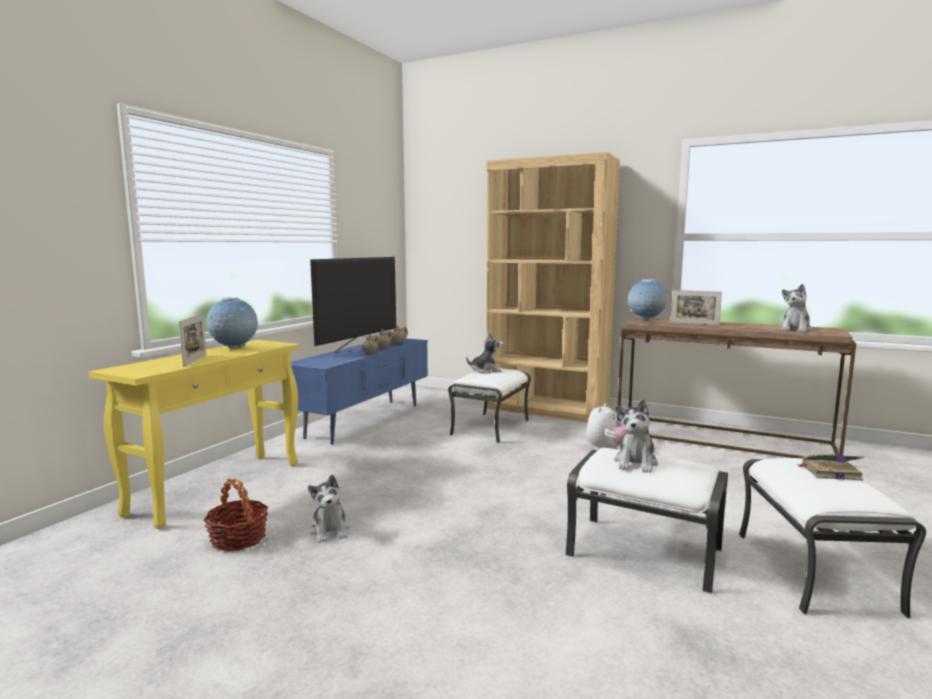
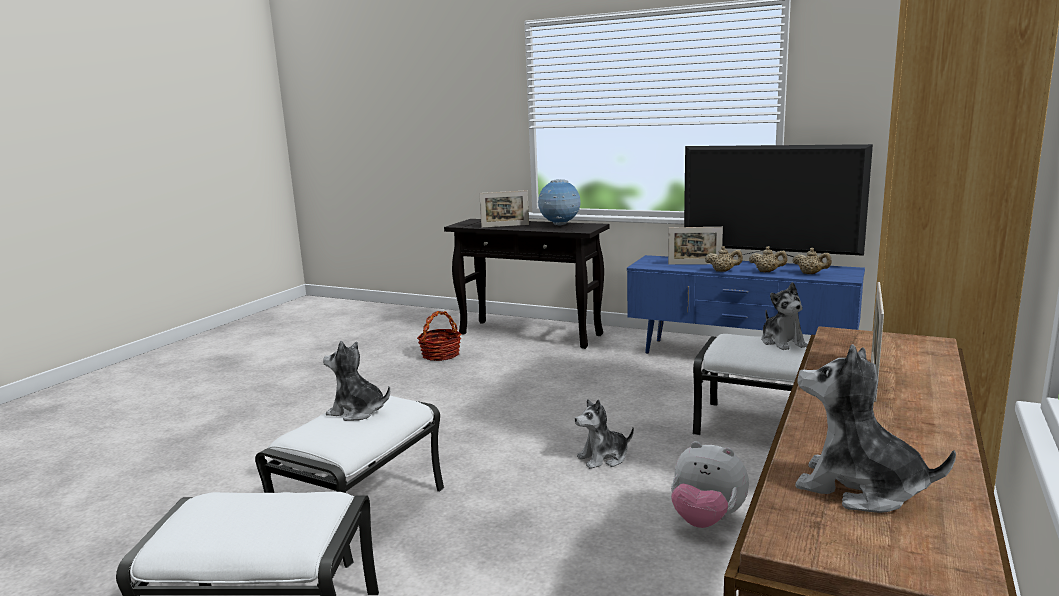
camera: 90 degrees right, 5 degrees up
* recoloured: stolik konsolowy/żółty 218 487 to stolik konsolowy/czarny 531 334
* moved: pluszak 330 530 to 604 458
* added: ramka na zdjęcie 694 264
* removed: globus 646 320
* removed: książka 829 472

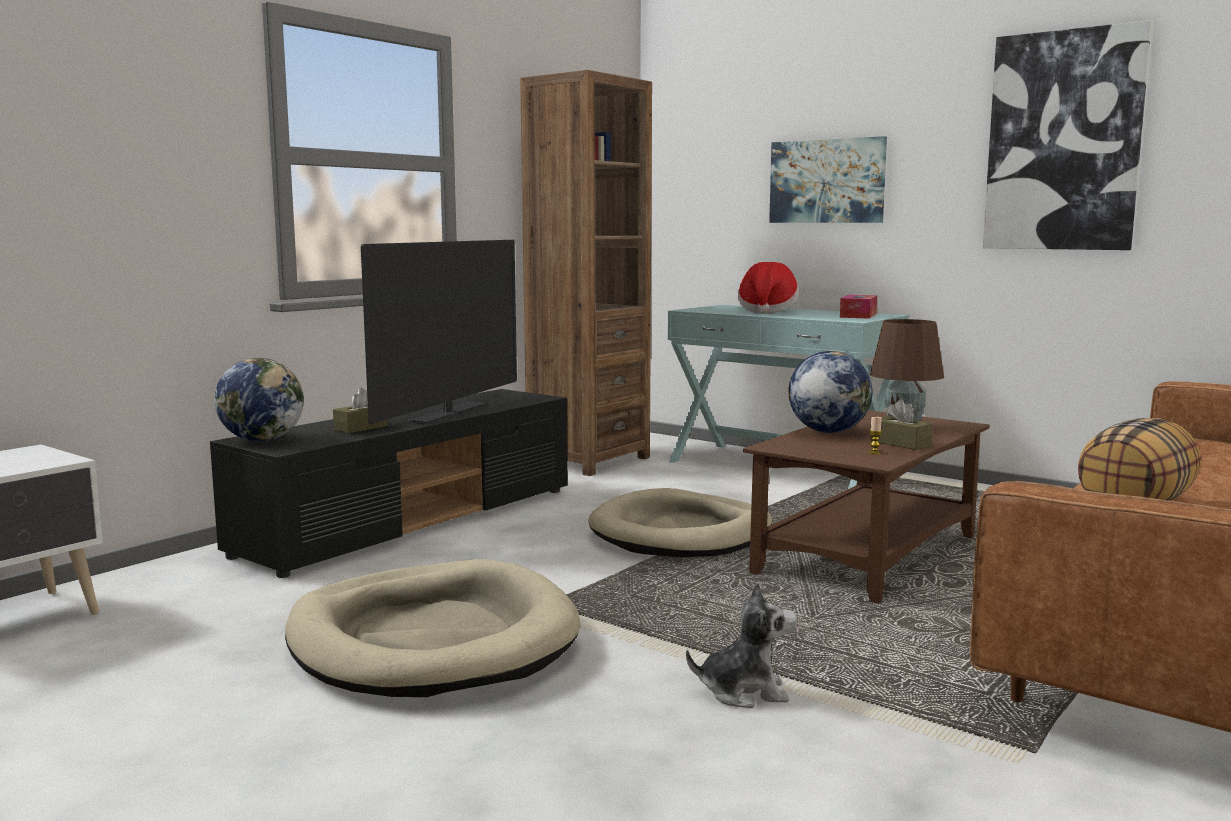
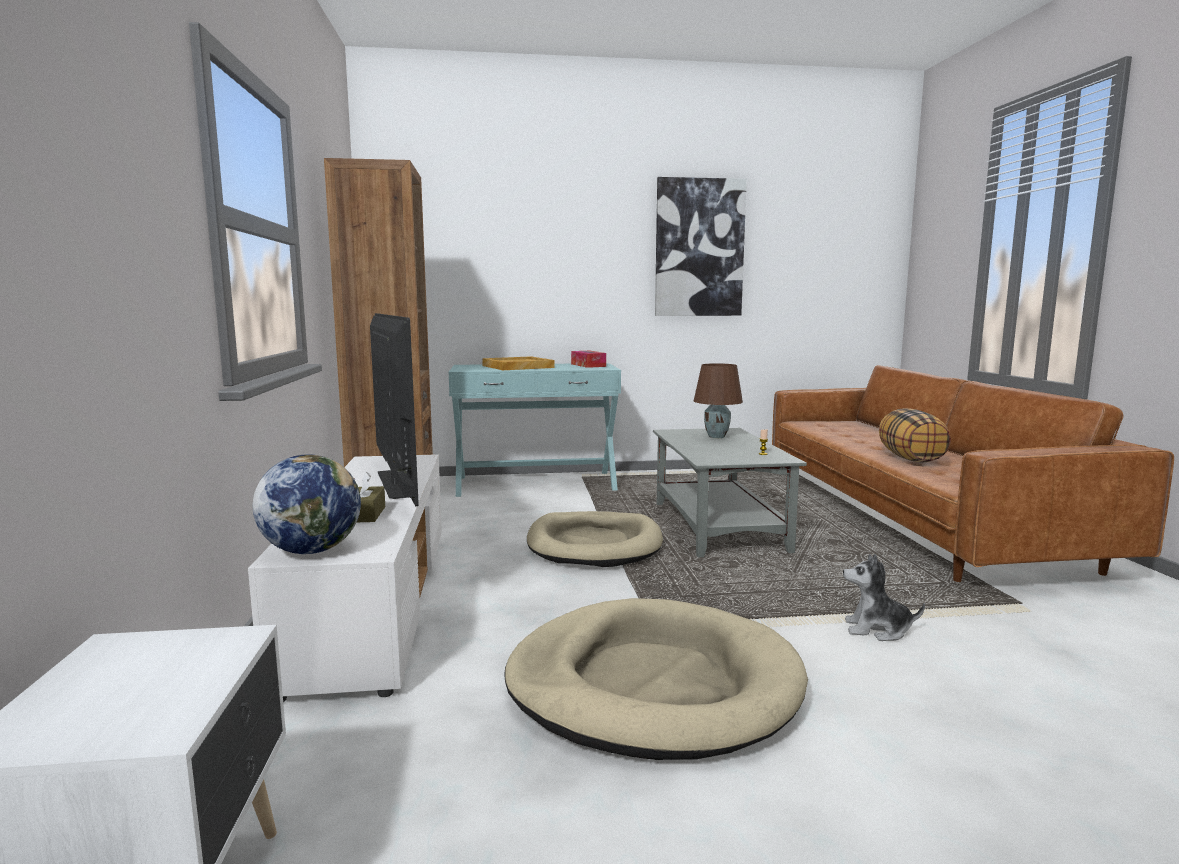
camera: 45 degrees left, 0 degrees up
* recoloured: szafka pod telewizor/czarny 413 520 to szafka pod telewizor/biały 374 599
* replaced: kapelusz 767 311 to taca/beżowy 517 367
* recoloured: ława/brązowy 867 556 to ława/szary 719 527
* turned: pluszak 744 692 = 877 630 120 degrees counterclockwise
* removed: obraz 827 181
* removed: globus 828 432
* removed: pudełko chusteczek/brązowy 900 443

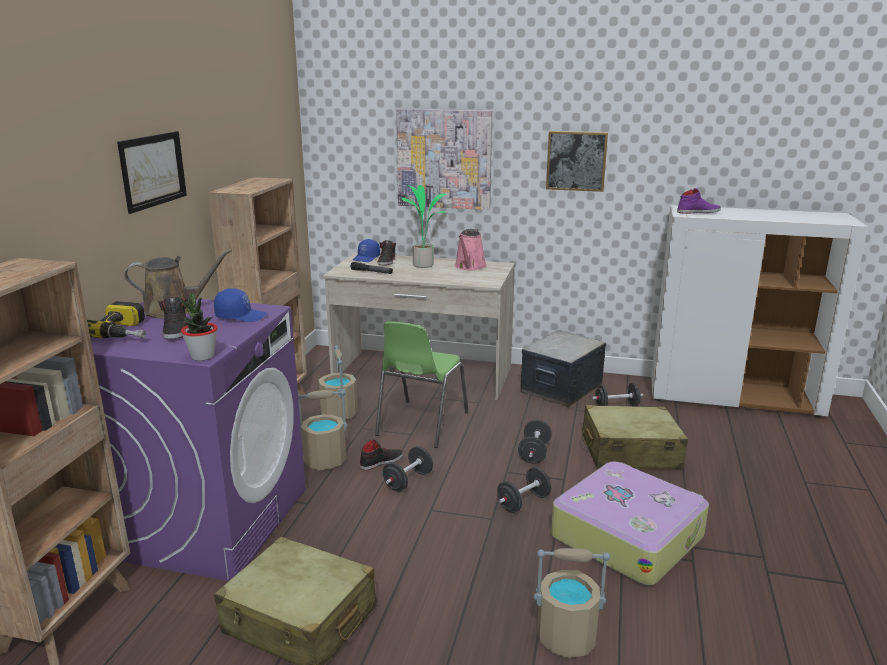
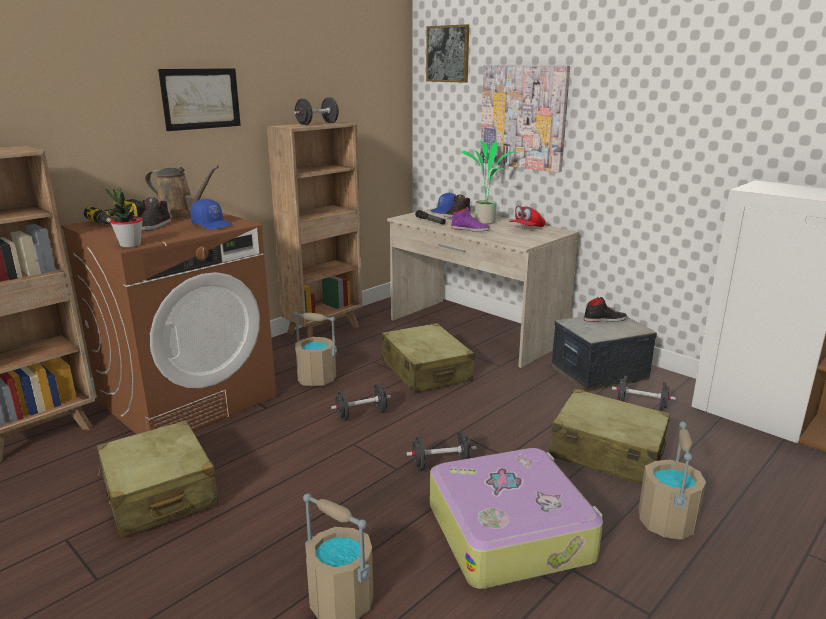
camera: 30 degrees right, 0 degrees up
* recoloured: pralka/fioletowy 209 520 to pralka/brązowy 188 399
* moved: hantel/czarny 534 453 to 317 124
* replaced: krzesło/zielony 420 424 to walizka/beżowy 425 371
* moved: obraz 576 161 to 448 54
* moved: but/fioletowy 698 212 to 470 229
* replaced: konewka/różowy 469 267 to czapka z daszkiem/czerwony 527 229
* moved: but/czarny 381 462 to 604 319
* moved: wiadro/beżowy 339 413 to 667 522

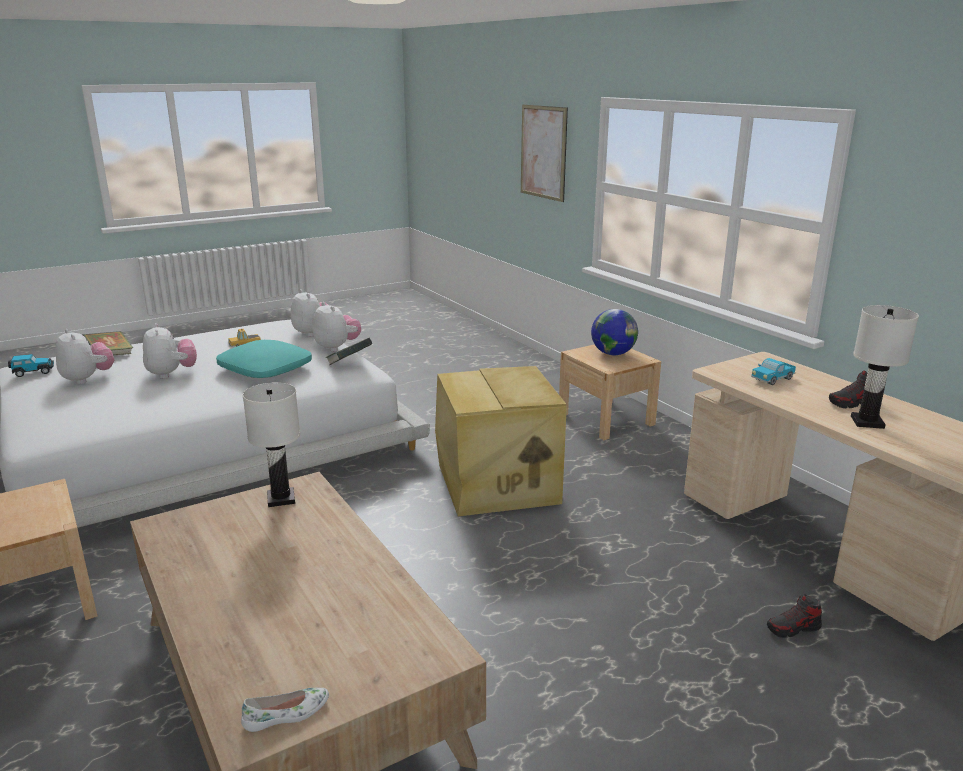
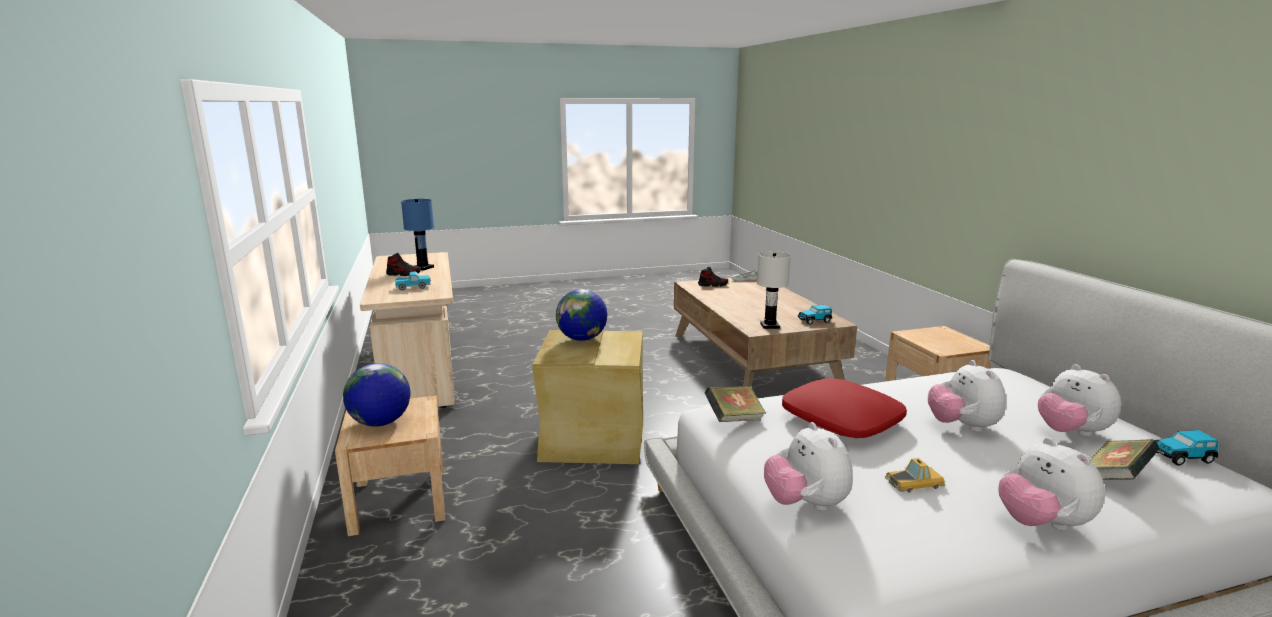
camera: 165 degrees left, 5 degrees down
* recoloured: lampa stołowa/biały 867 422 to lampa stołowa/niebieski 422 268
* added: globus 582 339
* moved: but 793 628 to 713 285
* recoloured: poduszka/turkusowy 265 370 to poduszka/czerwony 842 420
* added: samochodzik 815 321
* moved: pluszak 337 347 to 1041 524
* removed: obraz 543 152

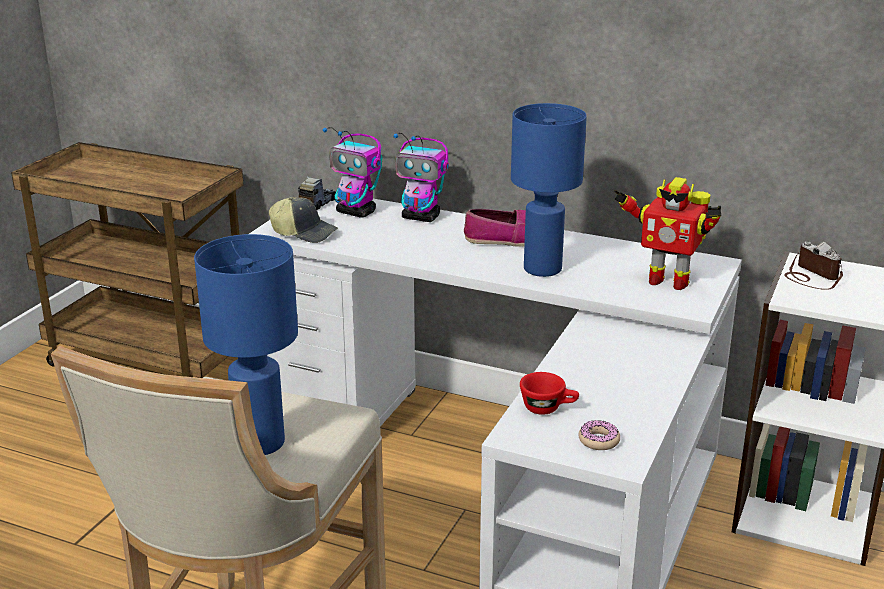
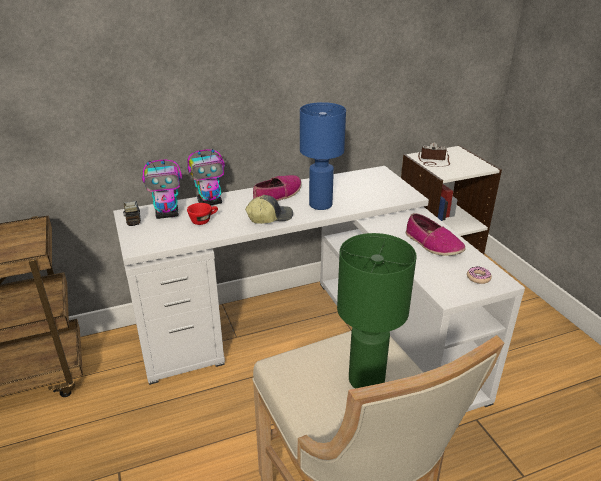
camera: 45 degrees left, 5 degrees up
* moved: filiżanka/czerwony 548 408 to 203 220
* moved: czapka z daszkiem 304 232 to 269 217
* recoloured: lampa stołowa/niebieski 261 443 to lampa stołowa/zielony 367 379
* added: but 432 244
* removed: robot zabawkowy 667 281

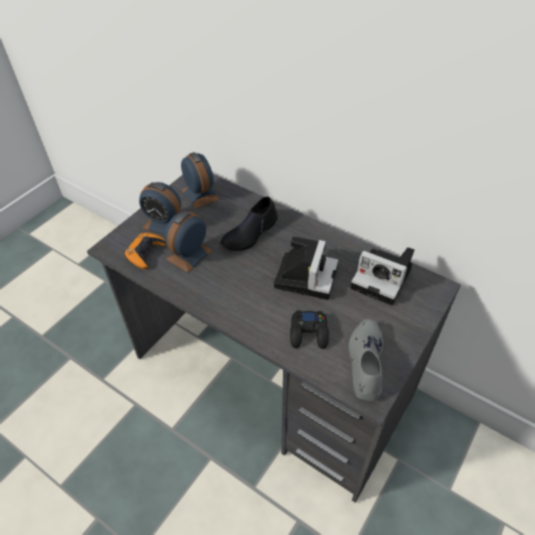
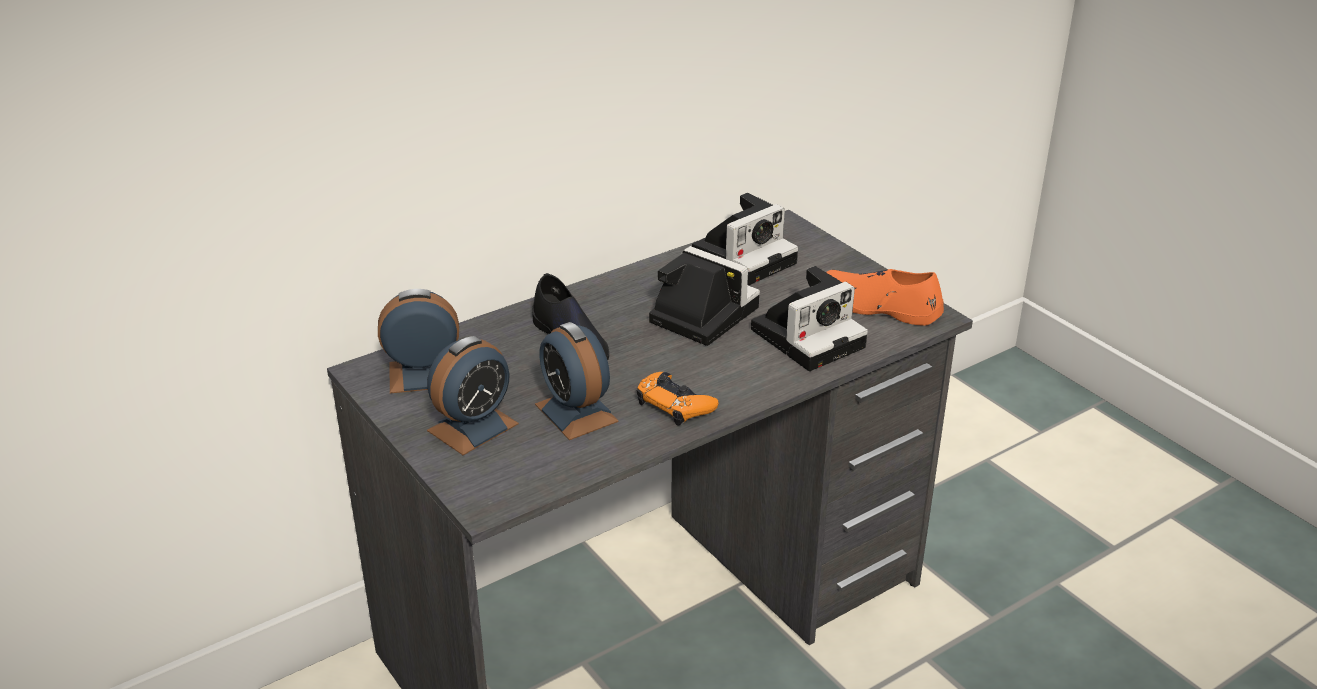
camera: 70 degrees left, 15 degrees down
* moved: pad do gier/pomarańczowy 145 253 to 675 404
* replaced: pad do gier/czarny 309 333 to aparat fotograficzny 810 336
* recoloured: but/szary 365 362 to but/pomarańczowy 879 306

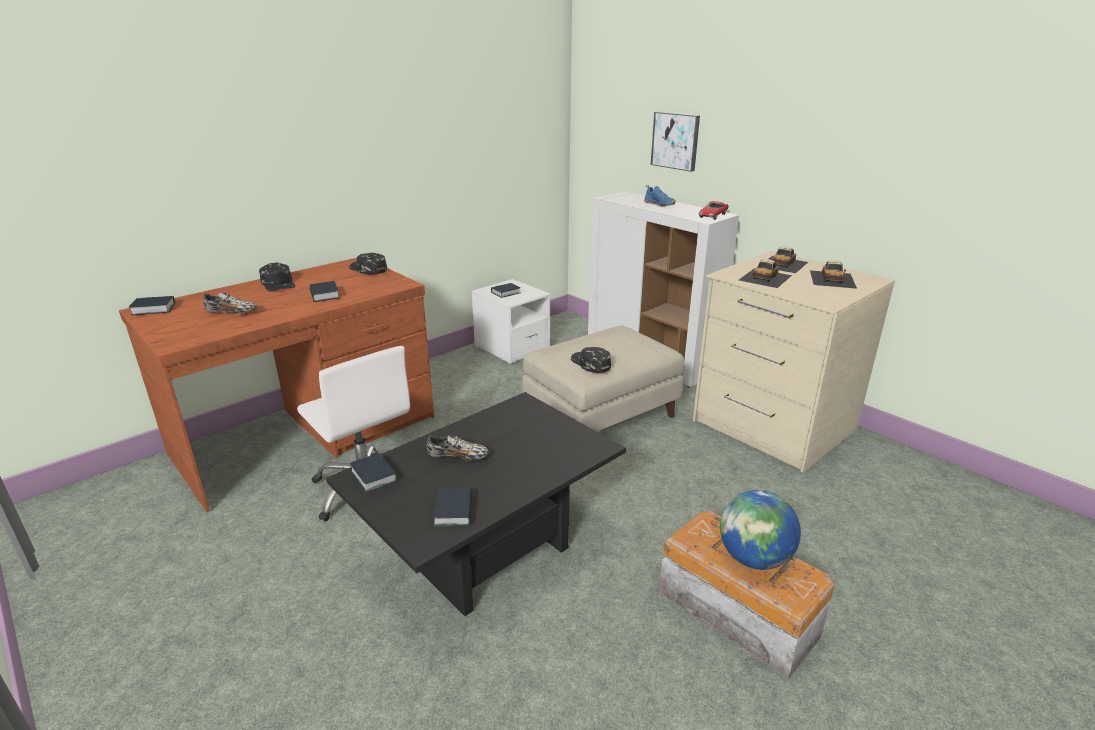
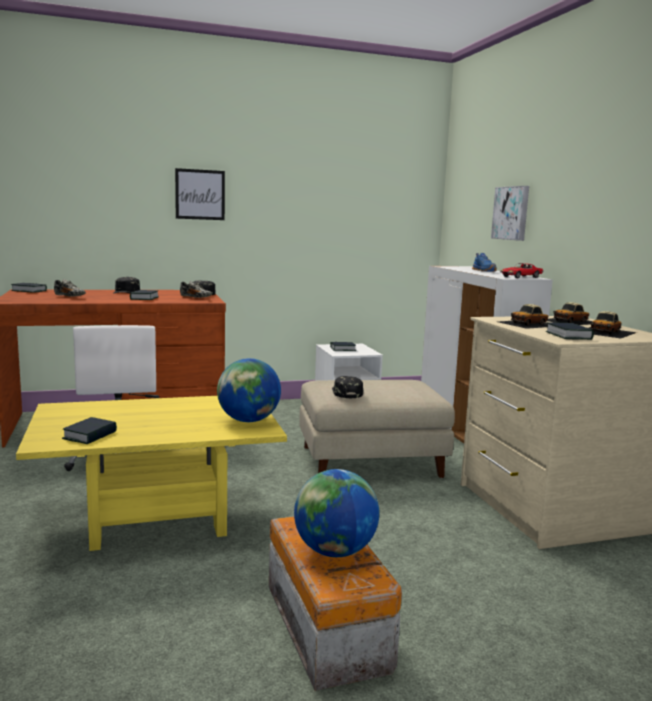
camera: 25 degrees right, 15 degrees down
* recoloured: ława/czarny 486 551 to ława/żółty 157 519
* added: obraz 200 194
* moved: but 458 457 to 196 298
* added: globus 248 421
* moved: książka 374 476 to 568 336

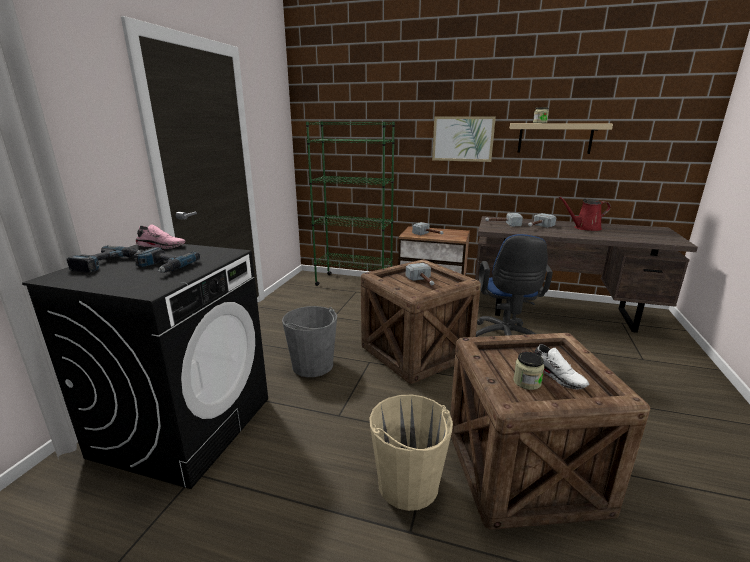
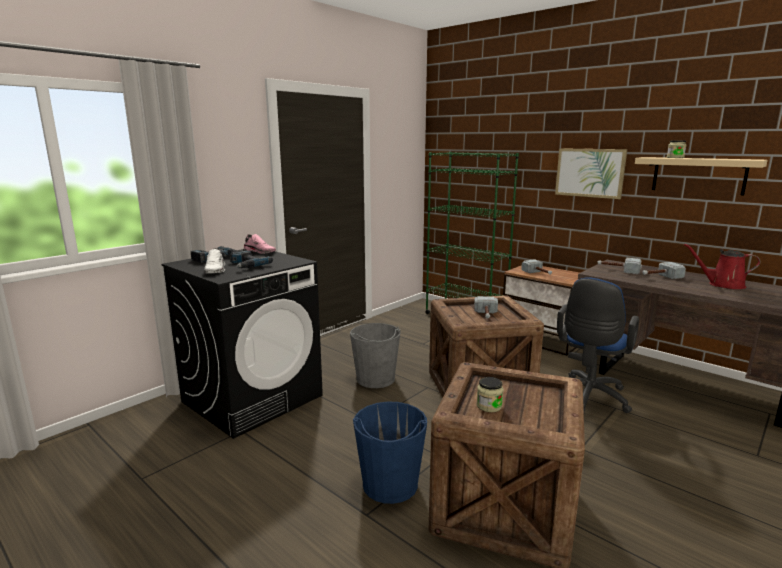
camera: 25 degrees right, 5 degrees down
* moved: but/biały 557 375 to 216 270
* recoloured: wiadro/beżowy 408 484 to wiadro/niebieski 390 484

